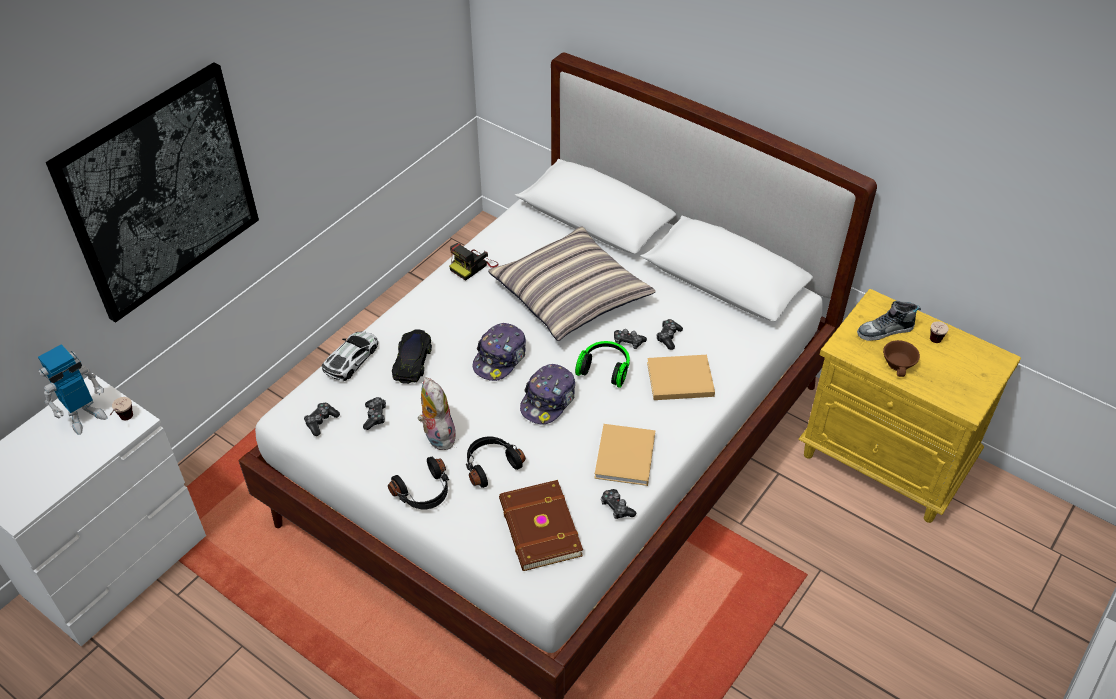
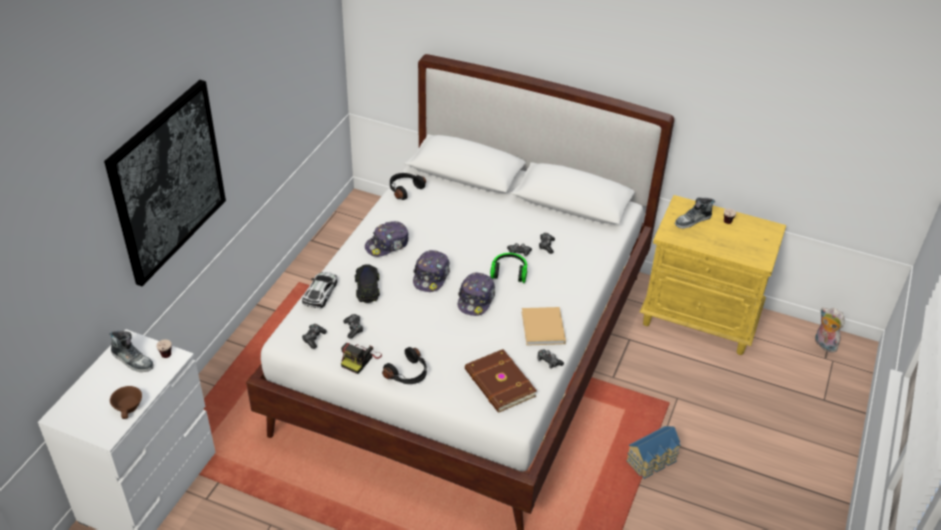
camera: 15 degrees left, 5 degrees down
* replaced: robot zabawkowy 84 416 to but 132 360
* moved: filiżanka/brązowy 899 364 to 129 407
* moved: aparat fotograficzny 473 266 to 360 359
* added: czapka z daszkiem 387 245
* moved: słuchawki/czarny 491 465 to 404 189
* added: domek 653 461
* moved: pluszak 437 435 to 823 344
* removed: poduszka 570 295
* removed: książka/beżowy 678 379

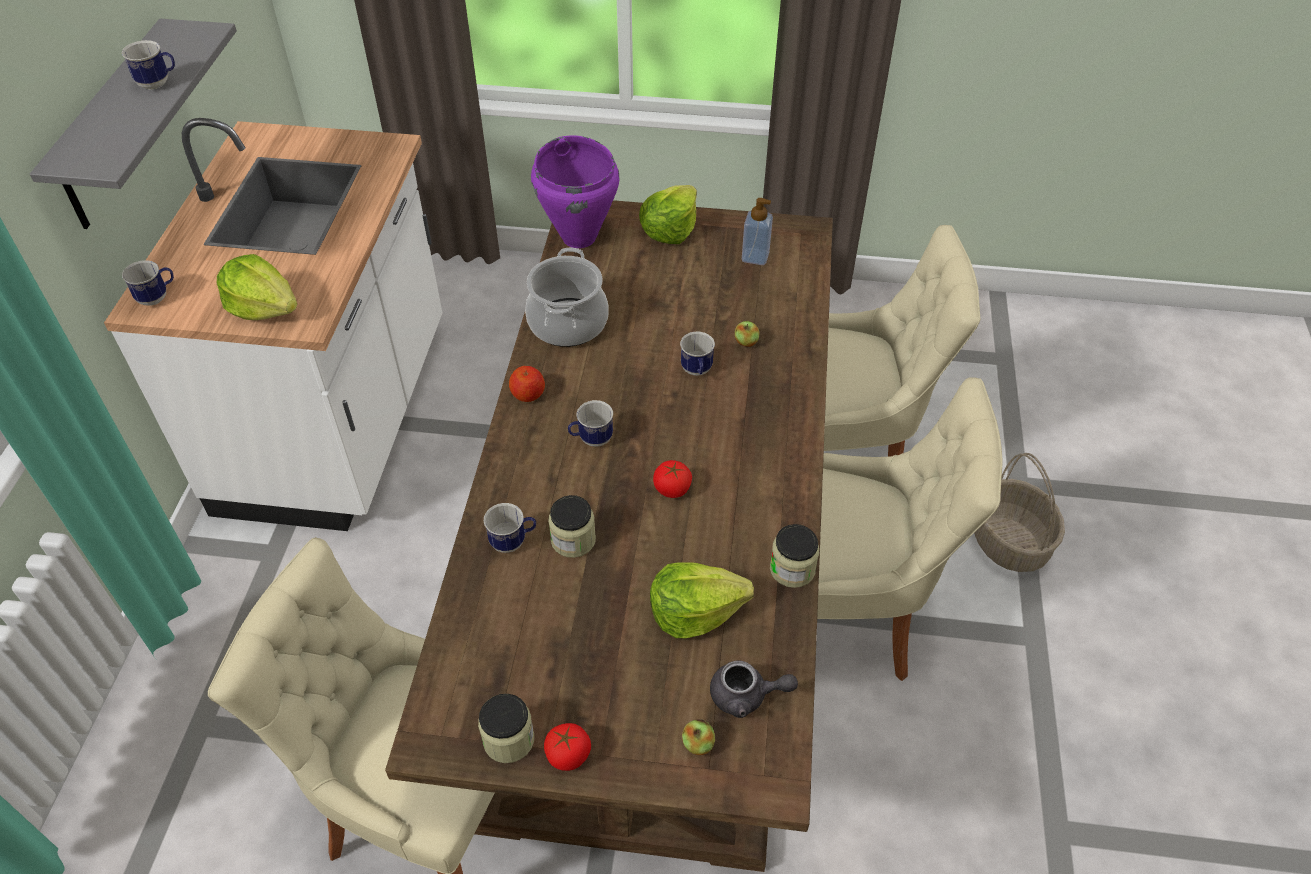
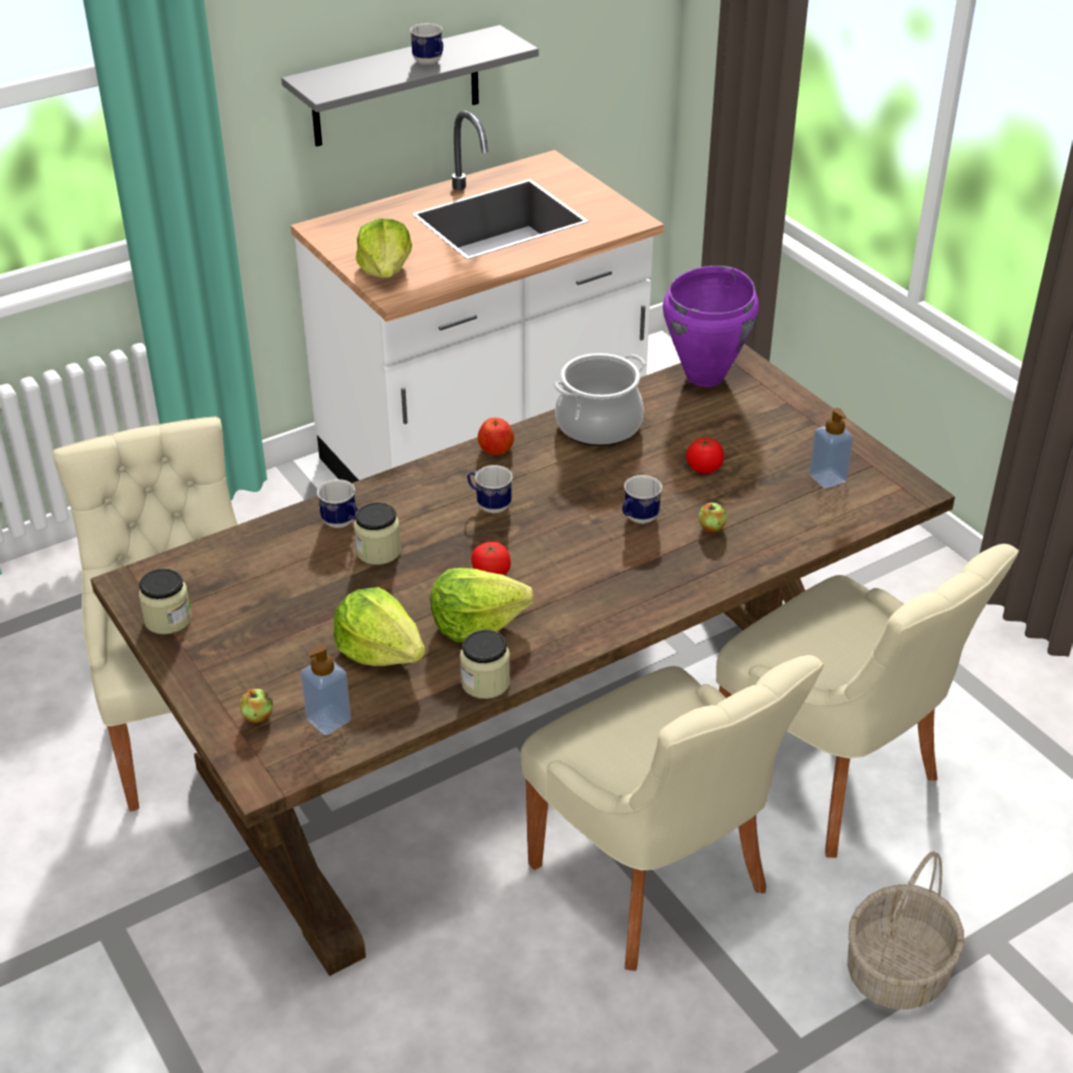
camera: 50 degrees right, 10 degrees down
* replaced: imbryk/szary 746 696 to dozownik mydła 328 720
* moved: sałata 670 229 to 476 623
* moved: pomidor 568 754 to 704 467
* removed: kubek 158 297

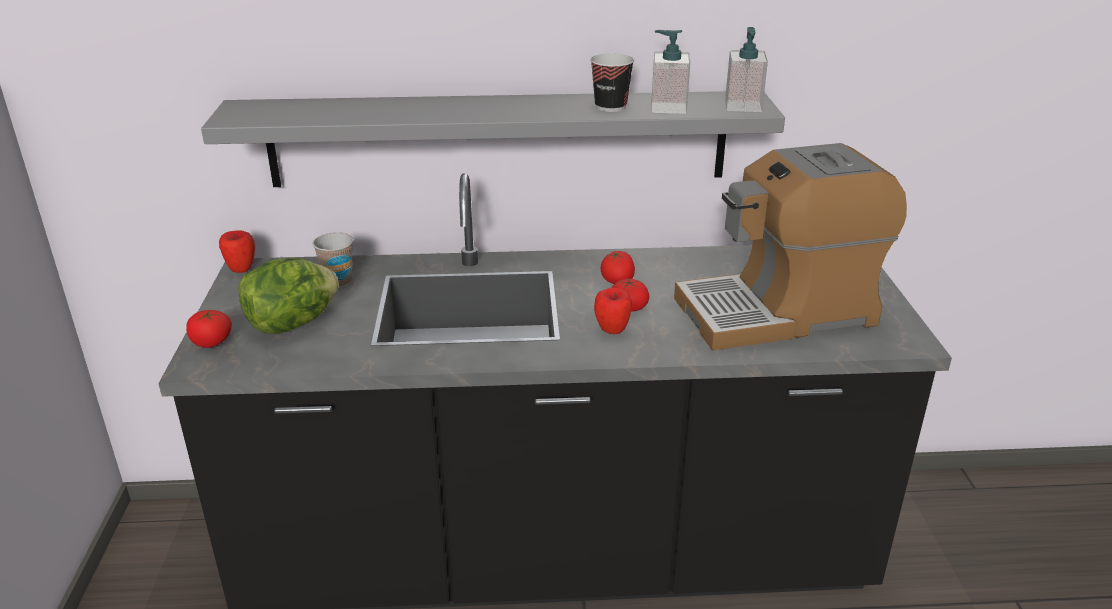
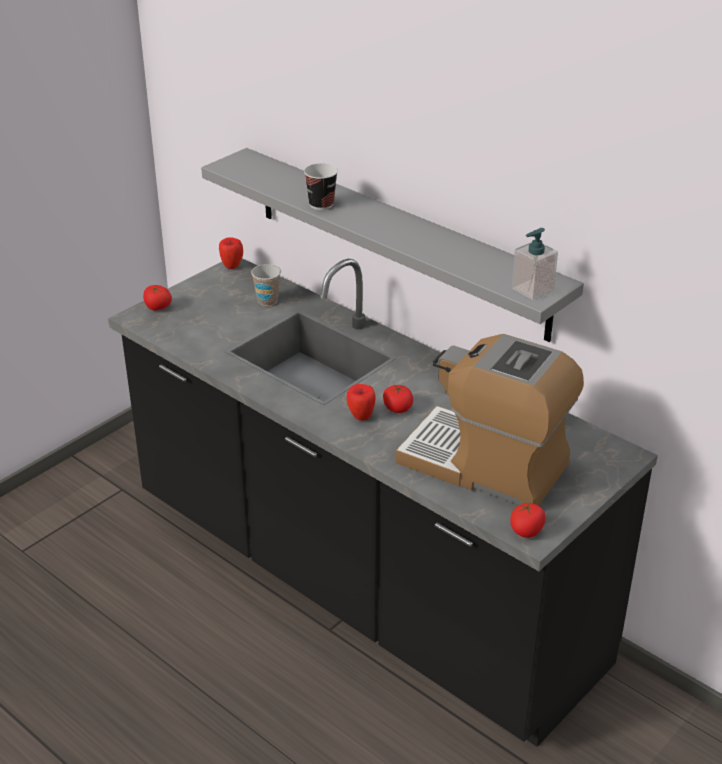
camera: 45 degrees right, 5 degrees up
* moved: filiżanka 610 107 to 321 204
* moved: pomidor 617 282 to 526 531
* removed: sałata 292 324
* removed: dozownik mydła 668 108

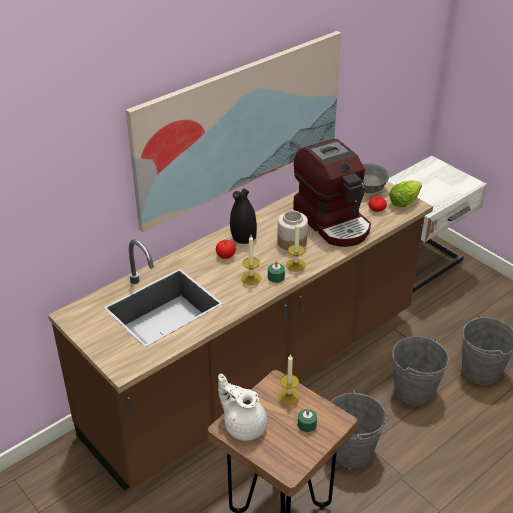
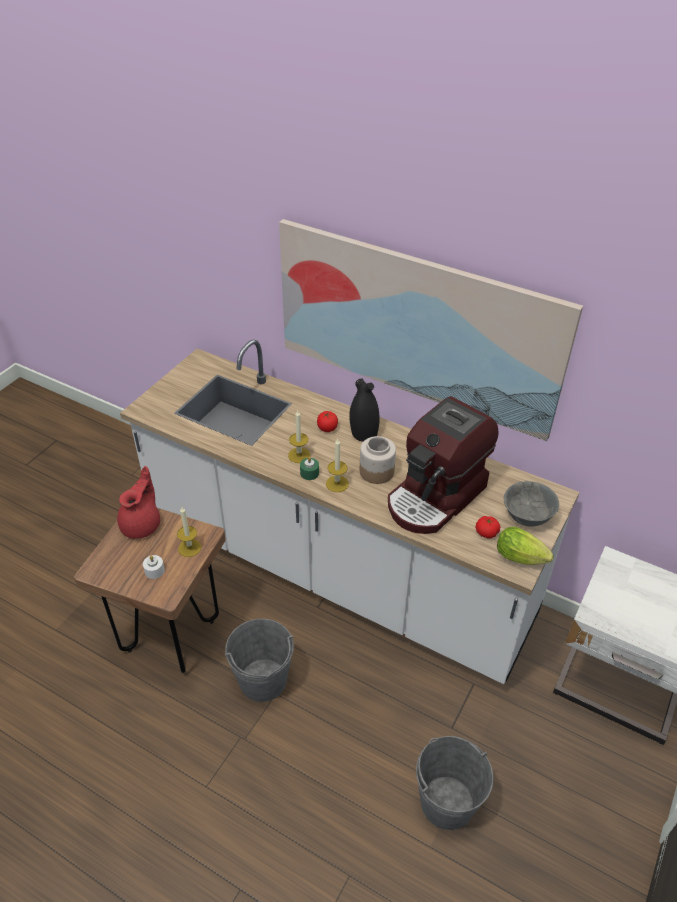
camera: 70 degrees right, 5 degrees up
* recoloured: imbryk/biały 243 425 to imbryk/czerwony 142 524
* recoloured: zabudowa kuchenna/brązowy 256 374 to zabudowa kuchenna/biały 337 569
* recoloured: świeca/zielony 307 424 to świeca/biały 154 571
* removed: wiadro/szary 414 391

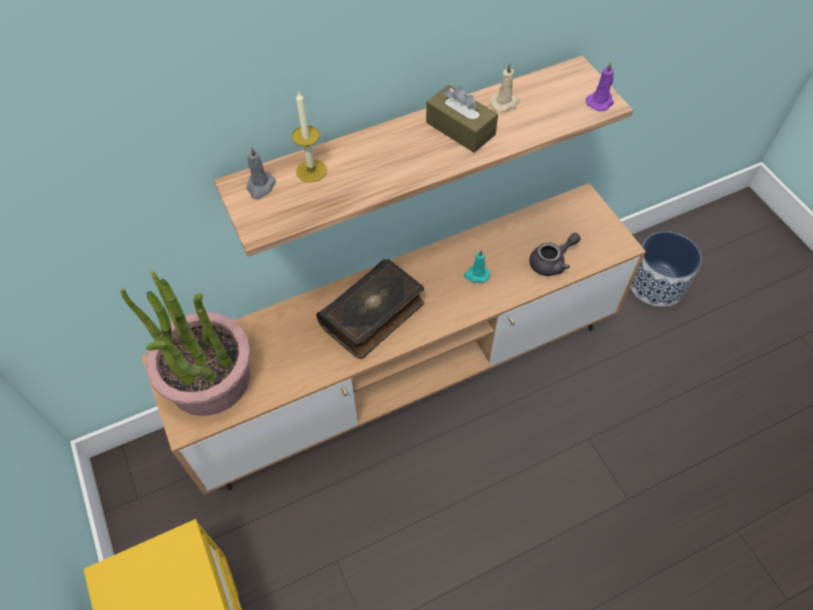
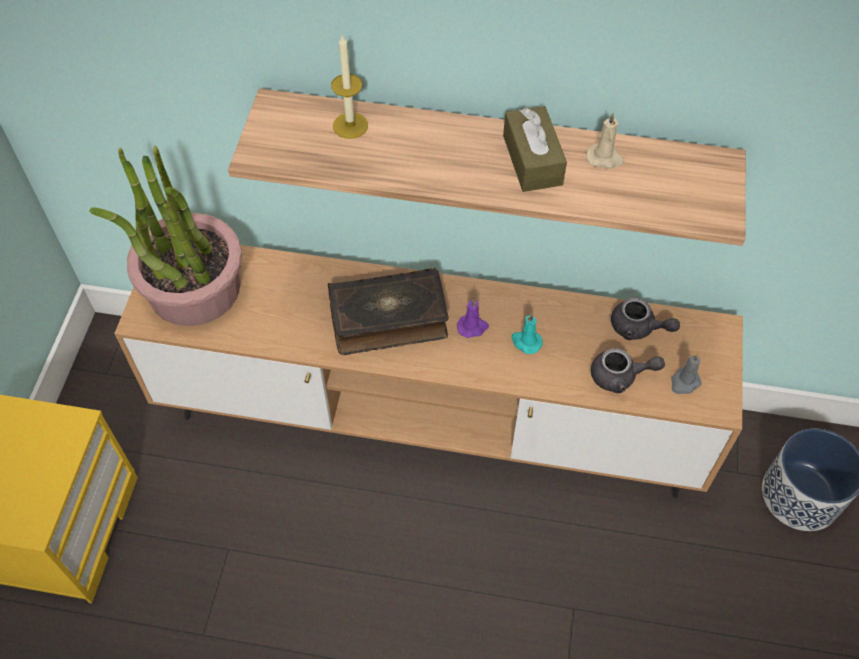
camera: 35 degrees right, 0 degrees up
* moved: świeca/fioletowy 600 102 to 472 327
* added: imbryk/szary 638 328
* moved: świeca/szary 260 187 to 684 382

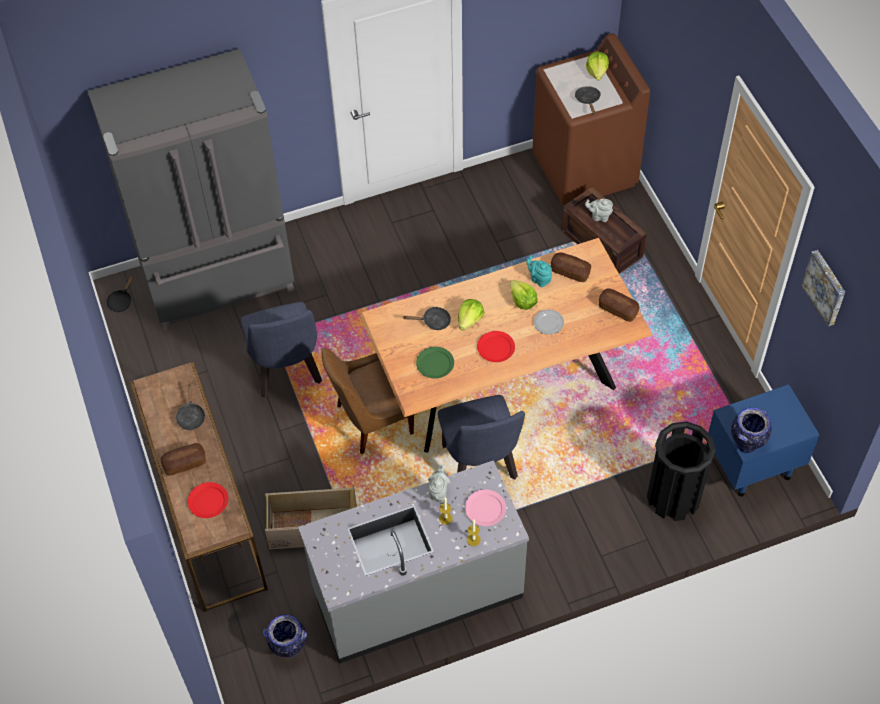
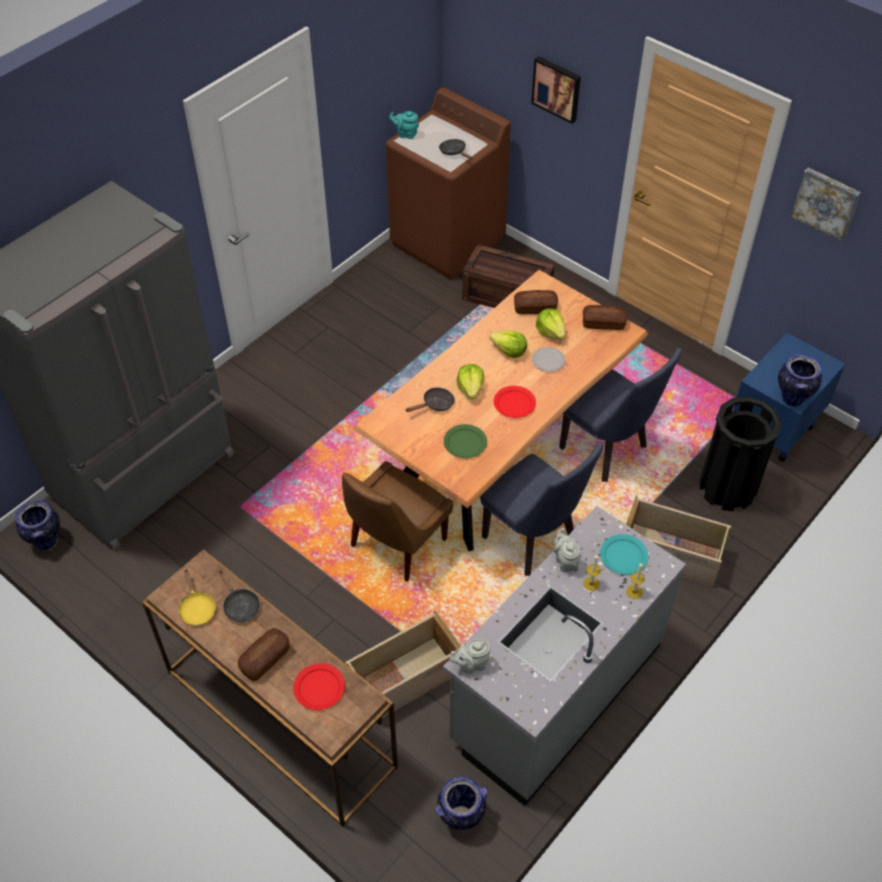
camera: 30 degrees left, 5 degrees down
* replaced: patelnia/czarny 121 301 to wazon 45 541
* added: patelnia/żółty 197 608
* moved: imbryk/turkusowy 539 279 to 405 134
* moved: imbryk/szary 599 216 to 471 664
* added: obraz 557 88
* moved: sałata 597 72 to 551 332
* moved: krzesło/niebieski 287 373 to 609 451
* recoloured: talerz/różowy 485 508 to talerz/turkusowy 623 556
* added: skrzynka 671 554

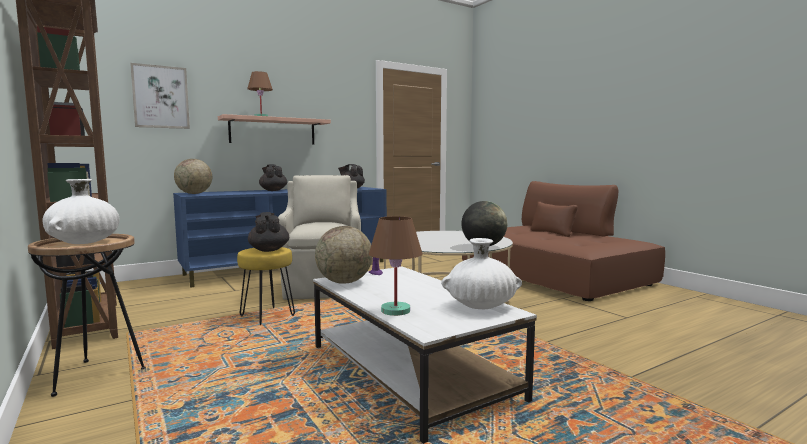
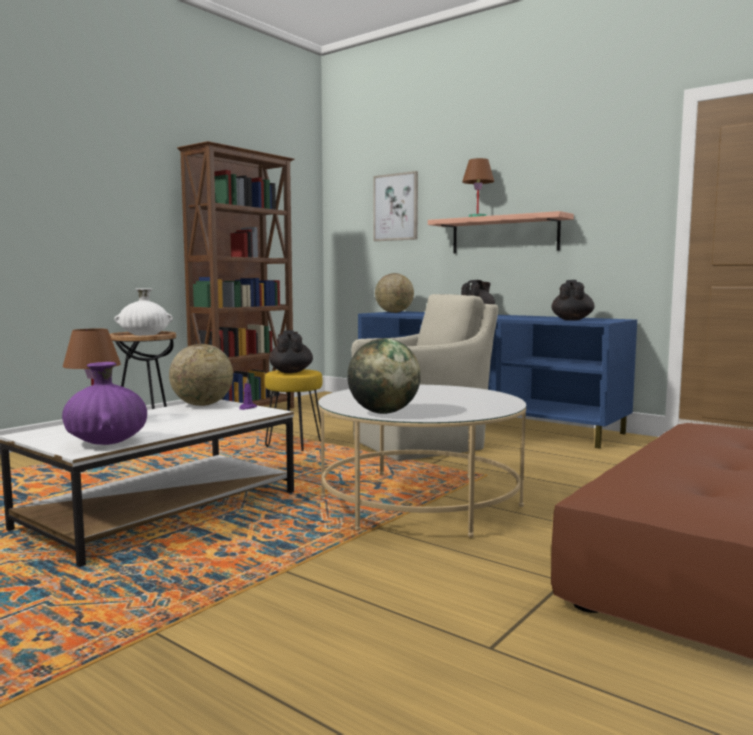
camera: 70 degrees right, 0 degrees up
* recoloured: wazon/biały 481 306 to wazon/fioletowy 106 442
* turned: imbryk/czarny 269 250 = 291 372 60 degrees counterclockwise

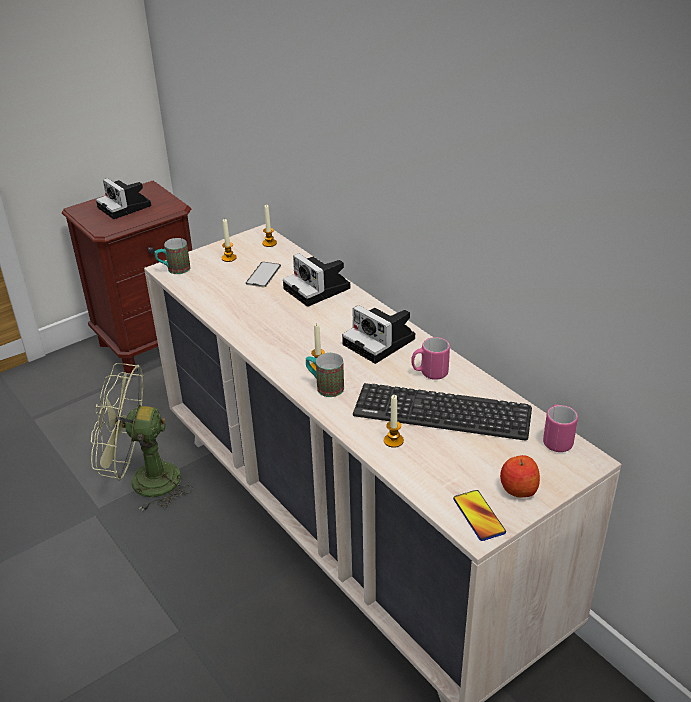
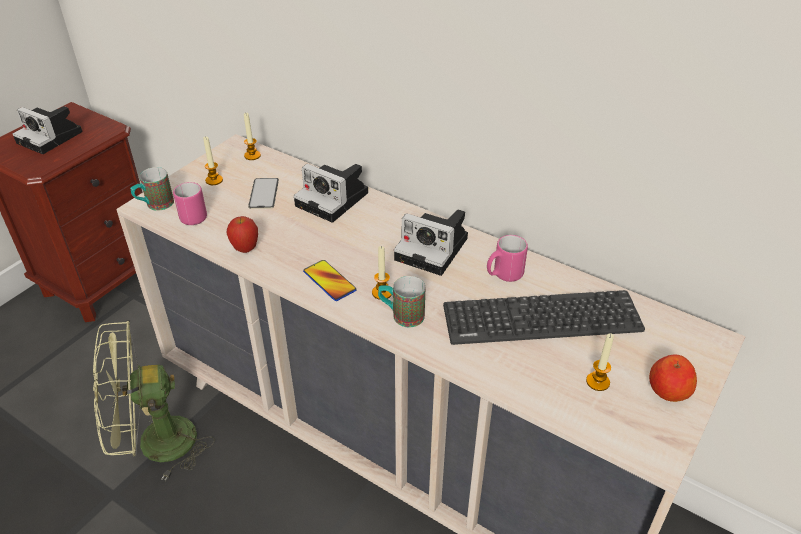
camera: 20 degrees left, 5 degrees up
* moved: kubek/różowy 556 439 to 192 215
* added: jabłko 245 249
* moved: telefon 479 516 to 329 281
* moved: świeca 393 441 to 597 382

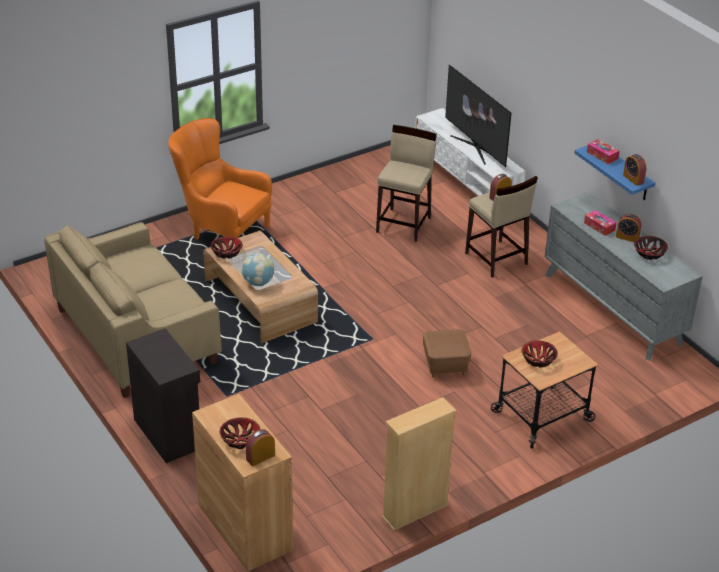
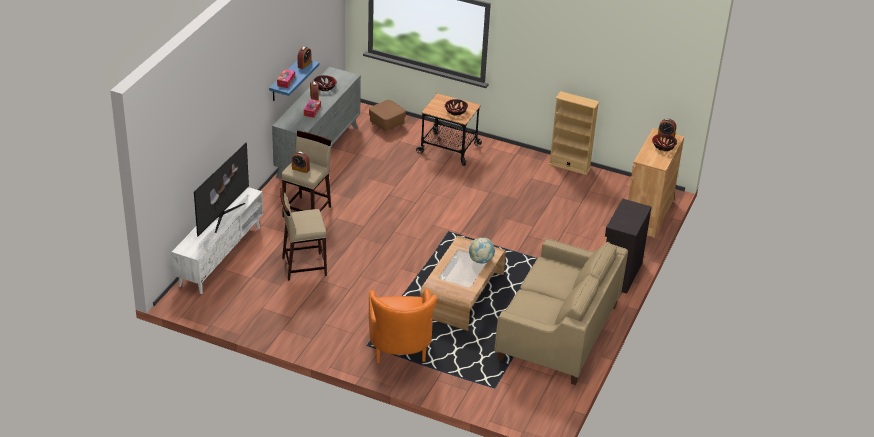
camera: 125 degrees left, 0 degrees up
* moved: pufa/brązowy 445 365 to 387 125
* removed: miska 226 253

